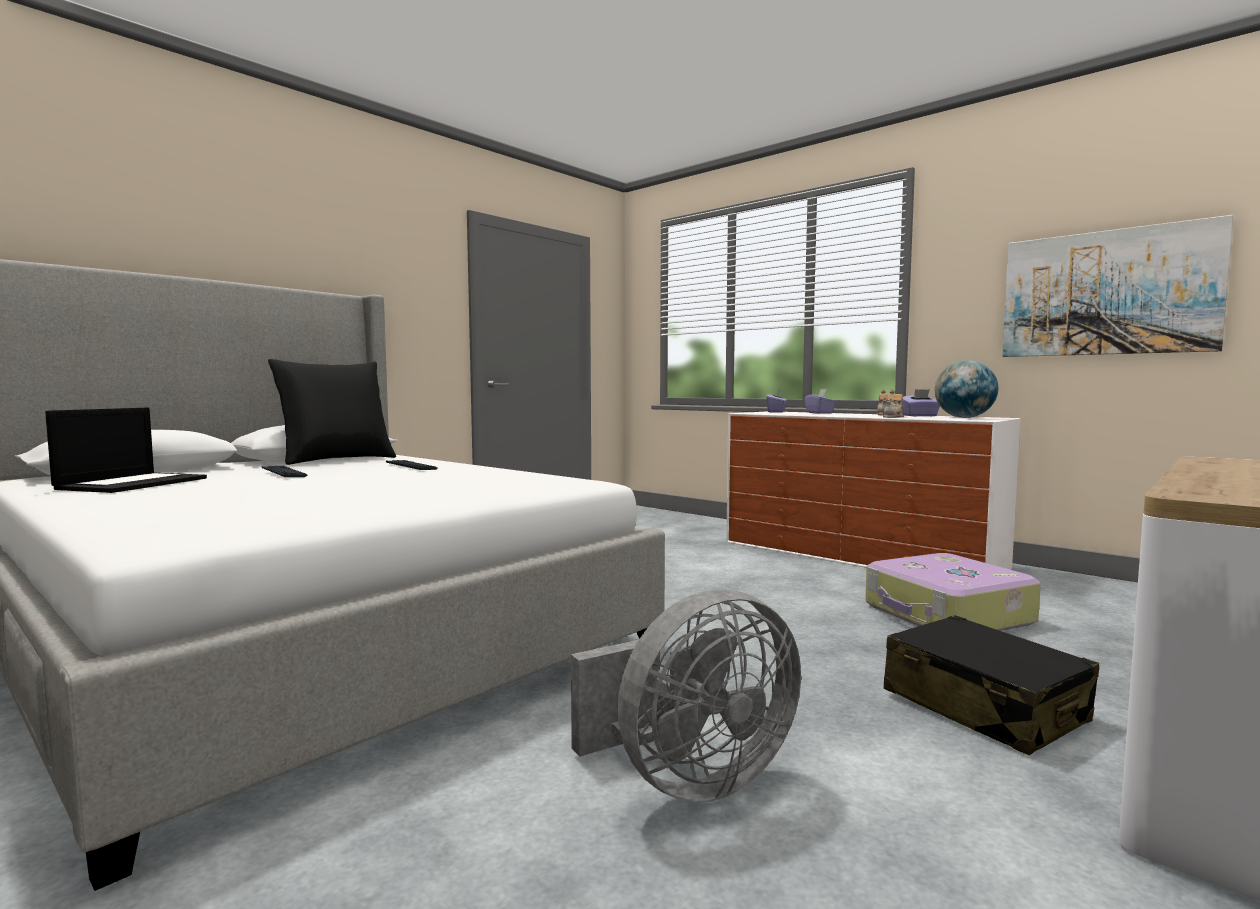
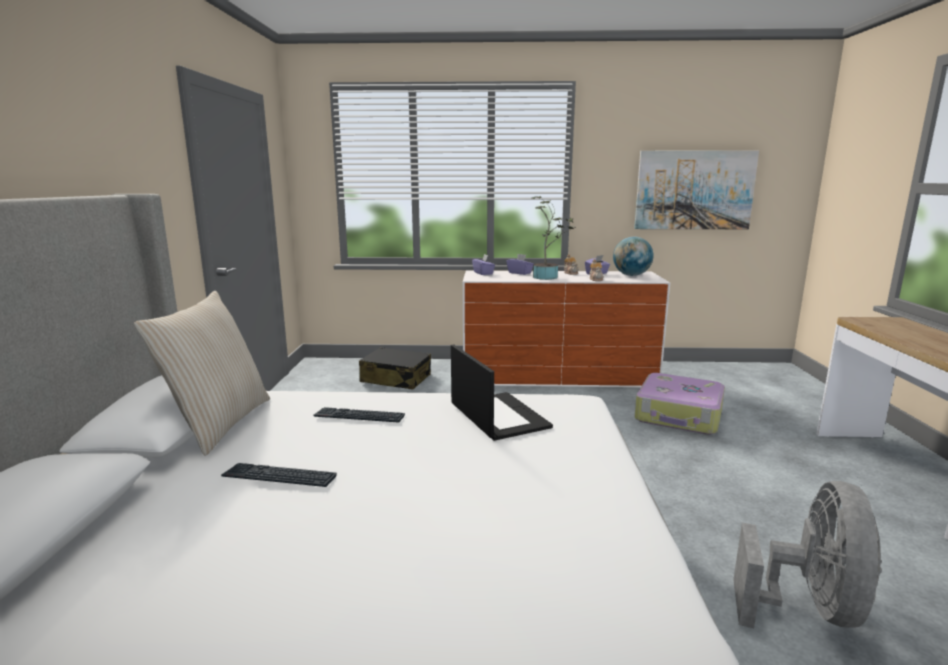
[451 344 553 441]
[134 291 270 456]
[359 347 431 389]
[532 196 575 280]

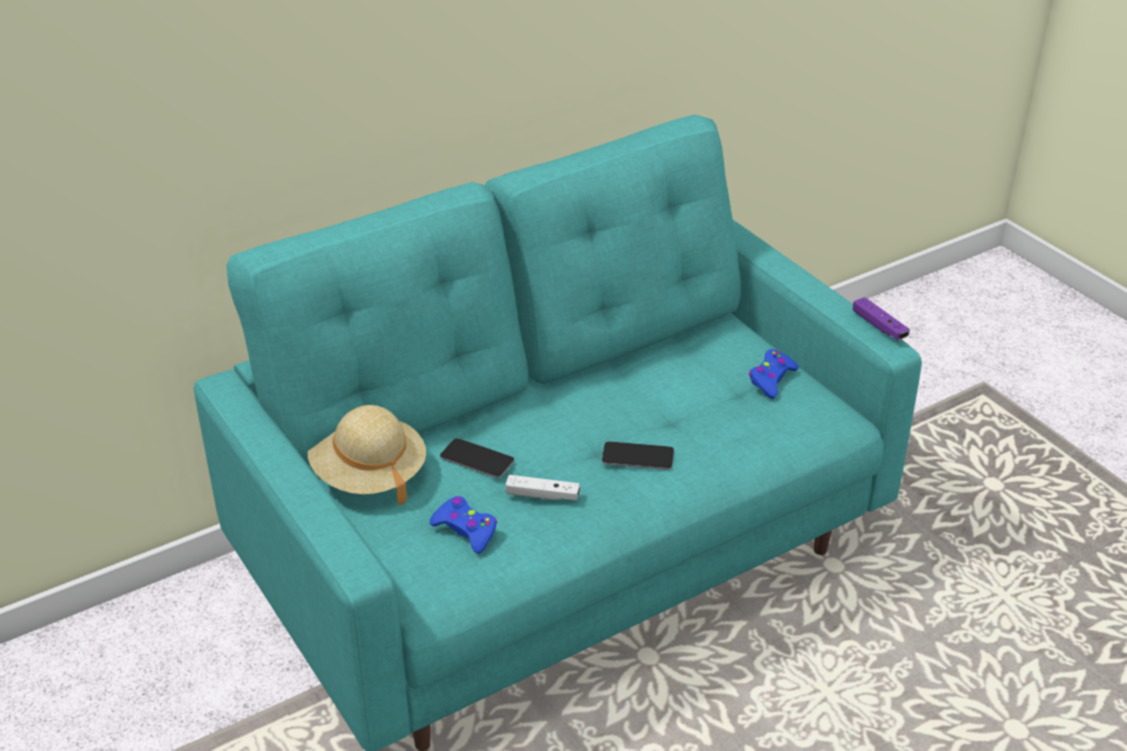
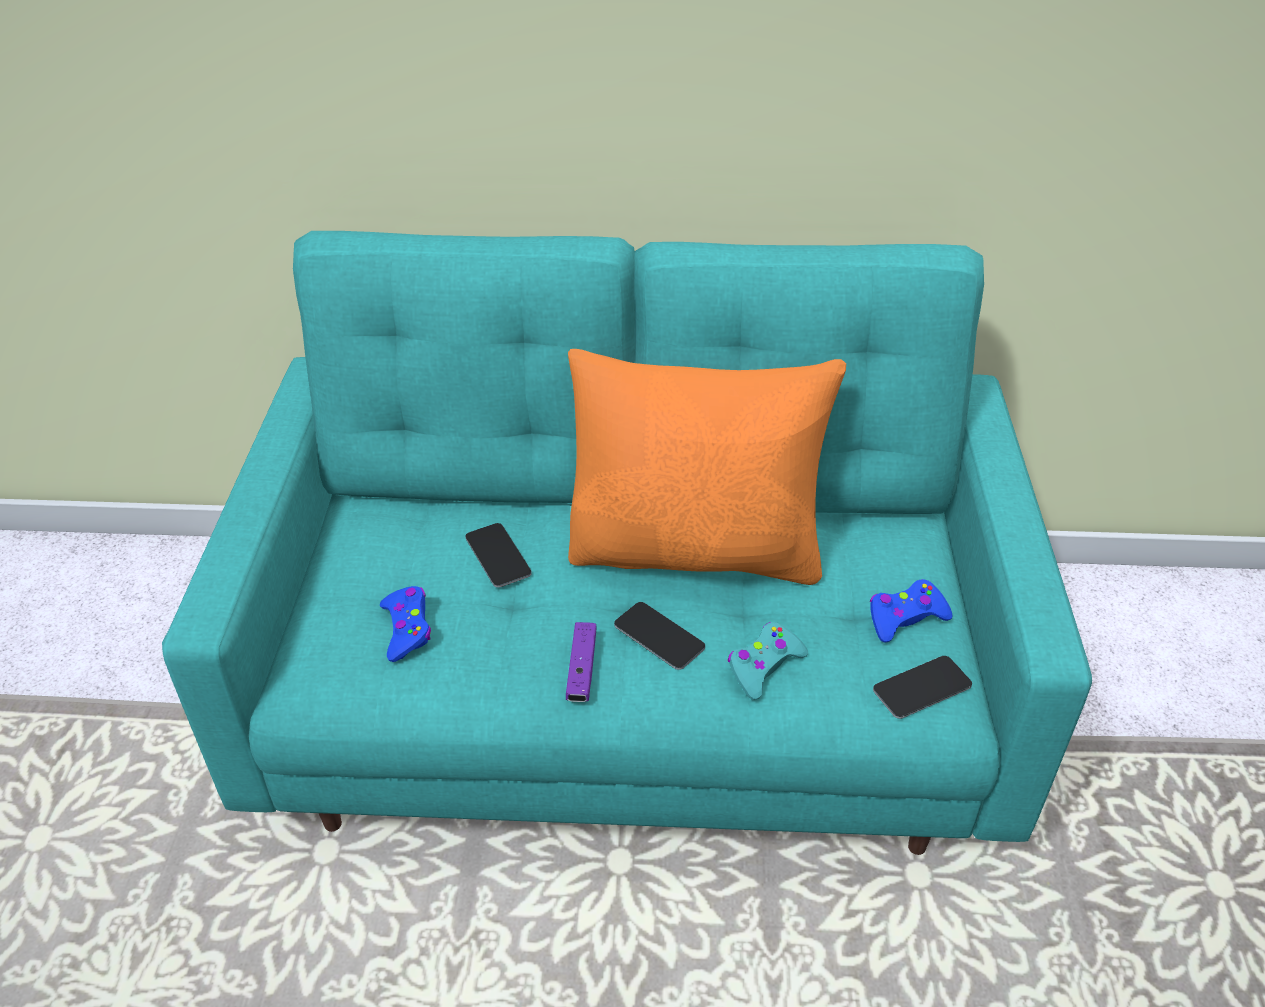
[308 405 426 505] (first image)
[505 475 580 500] (first image)
[566 622 596 702]
[568 349 846 585]
[728 622 808 700]
[873 656 972 719]

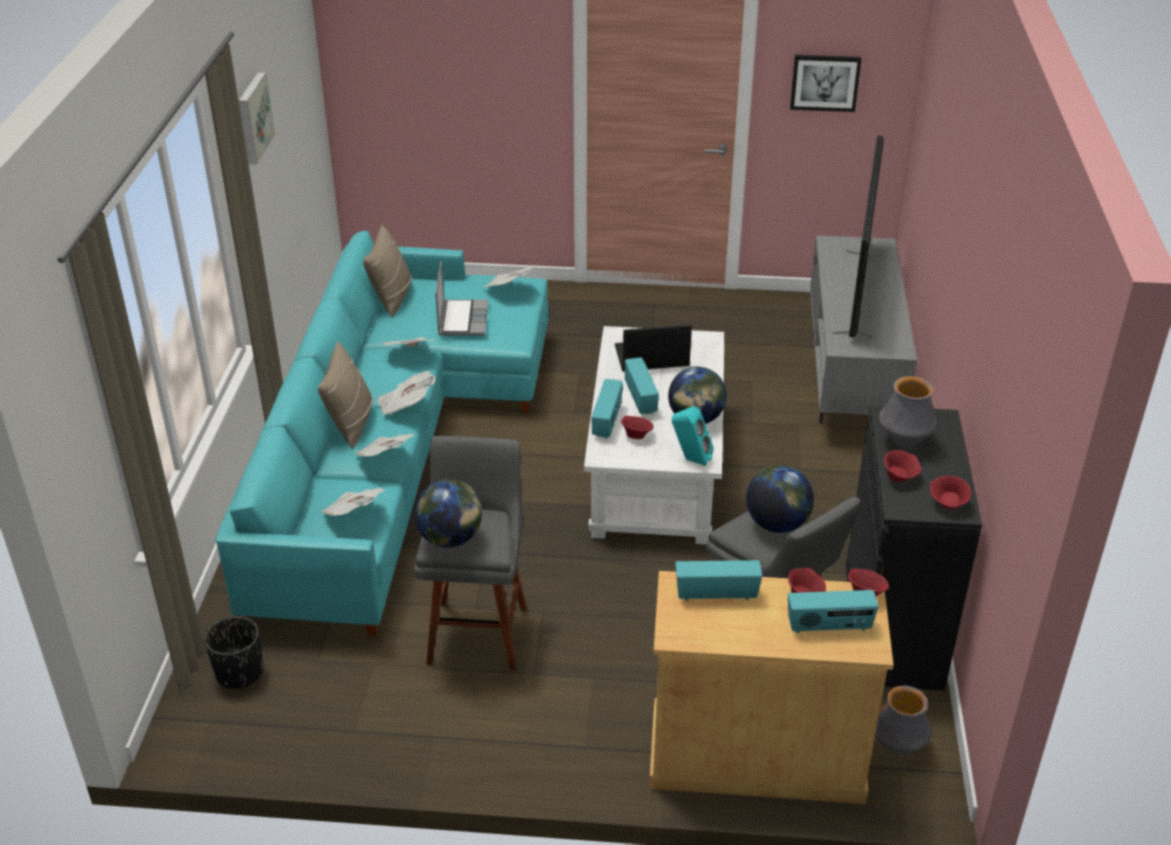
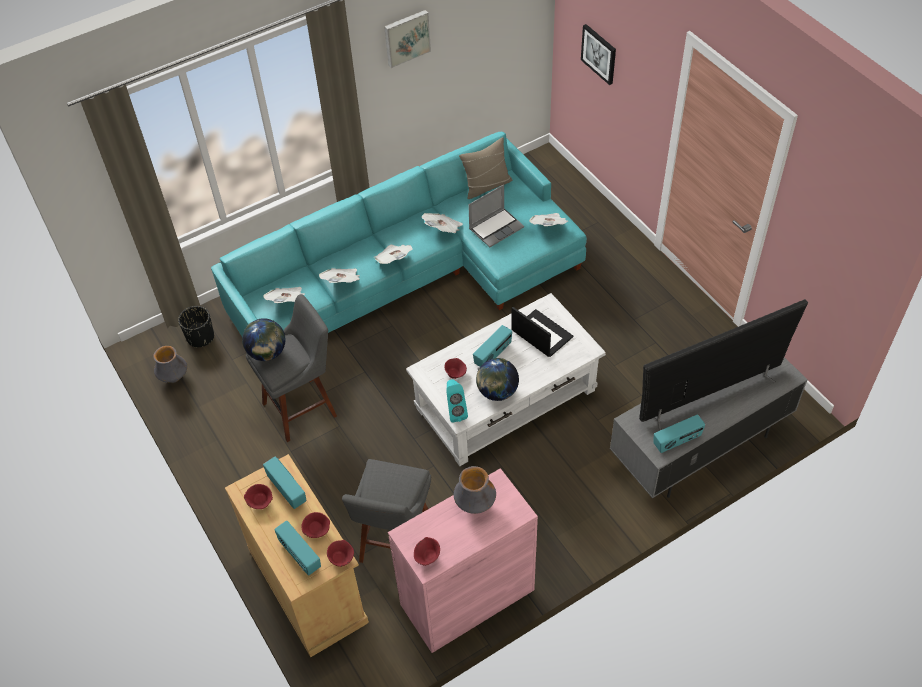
[318 341 373 449] (first image)
[654 414 705 453]
[746 465 814 533] (first image)
[581 24 616 85]
[388 468 538 653]
[153 346 187 383]
[244 484 273 509]

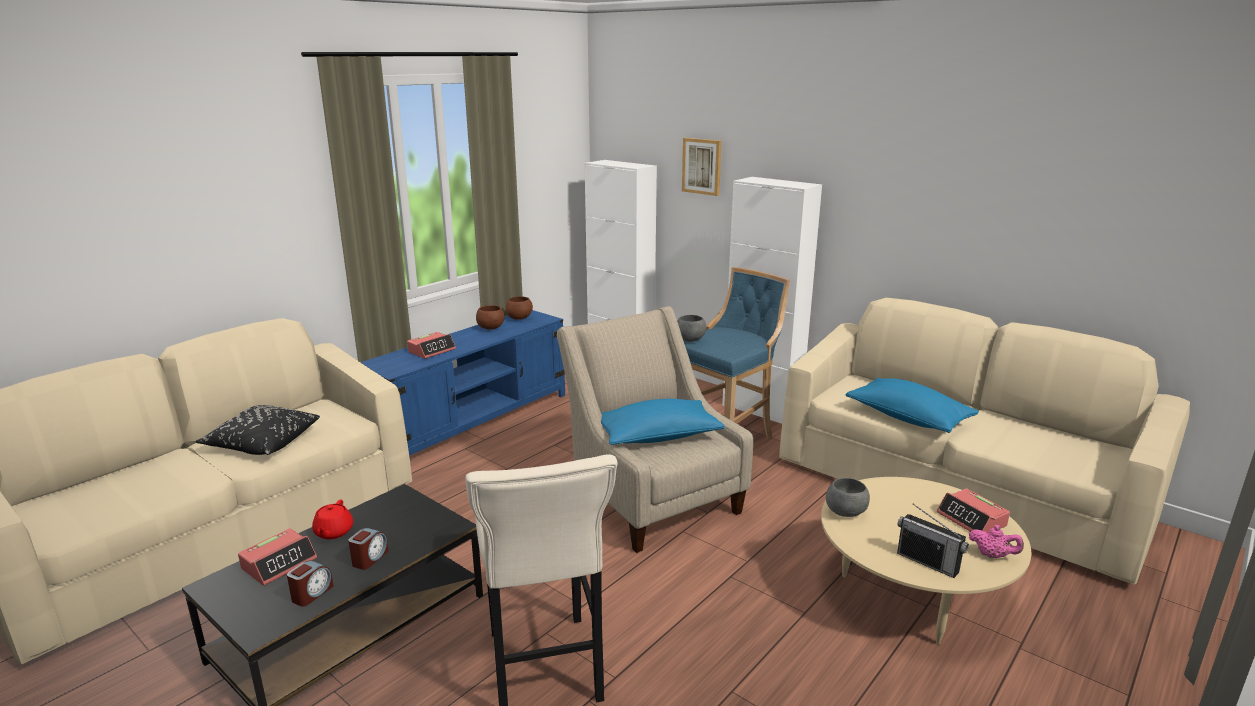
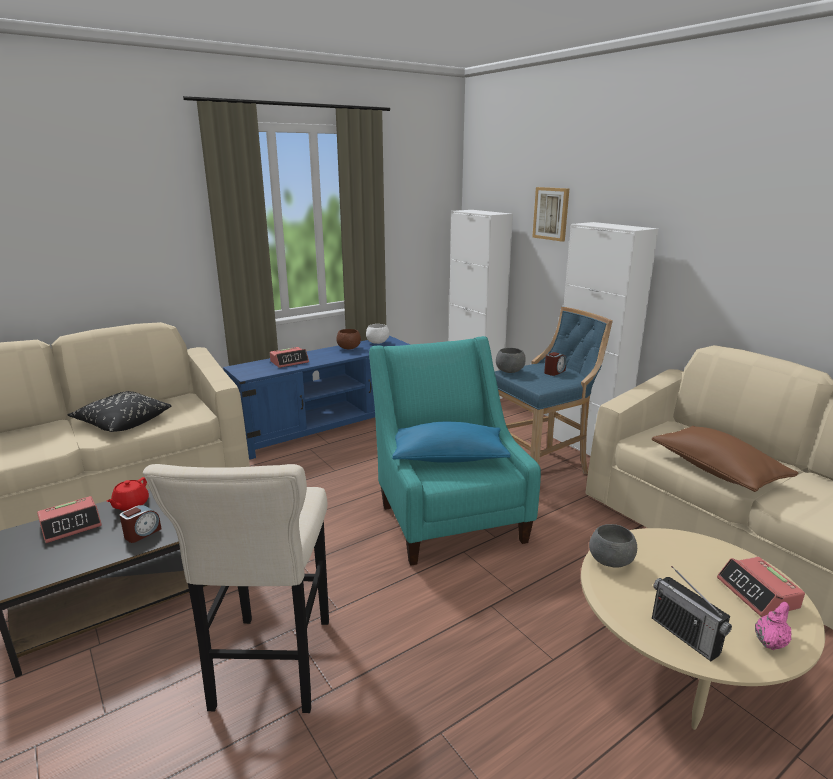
[544 352 566 376]
[366 324 389 344]
[369 336 541 566]
[652 426 799 492]
[755 602 791 650]

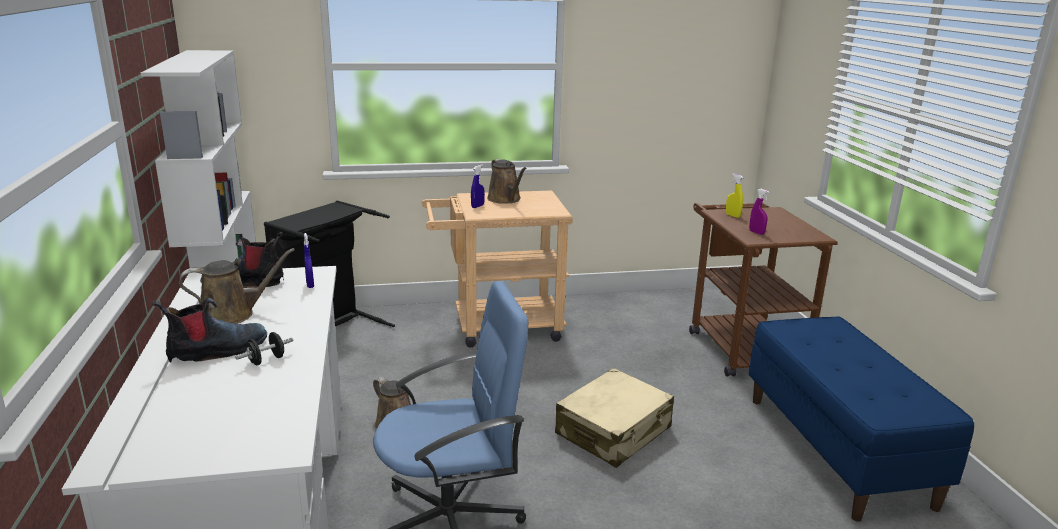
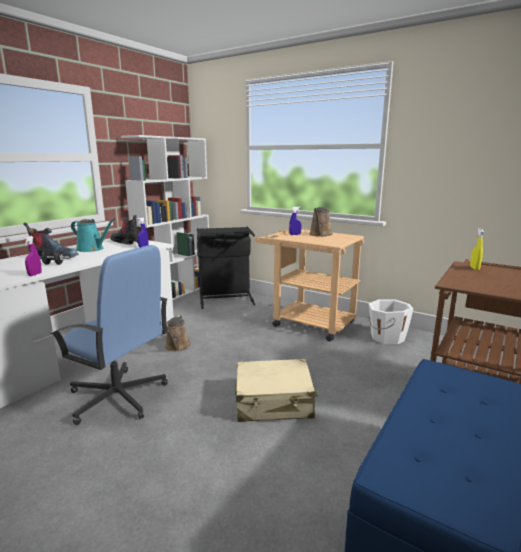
[71 218 115 252]
[23 236 42 276]
[368 299 414 344]

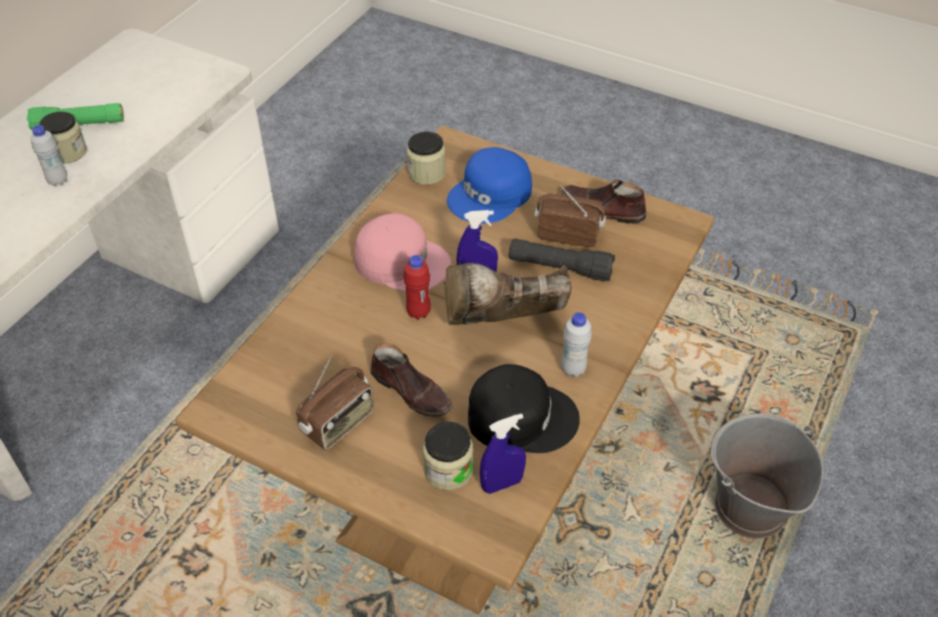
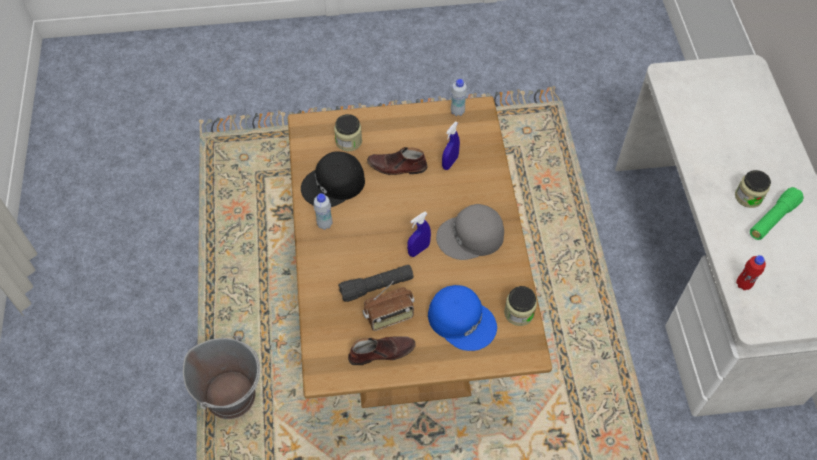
[451 79 467 116]
[296 356 374 450] (first image)
[436 204 504 260]
[736 255 766 290]
[444 263 572 325] (first image)
[428 285 497 351]
[442 121 460 170]

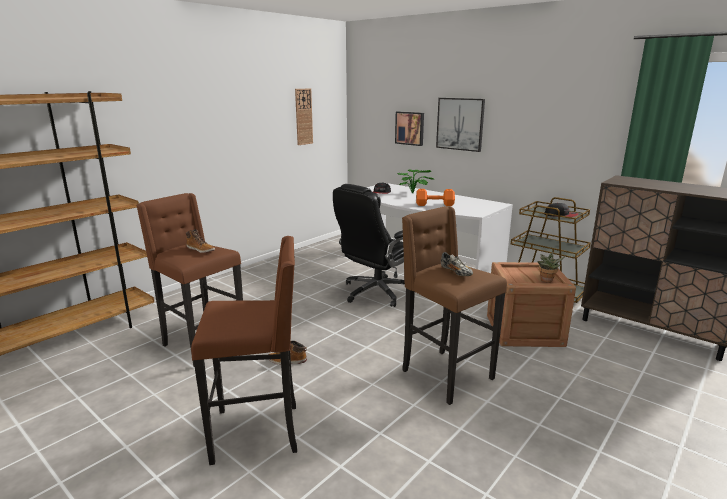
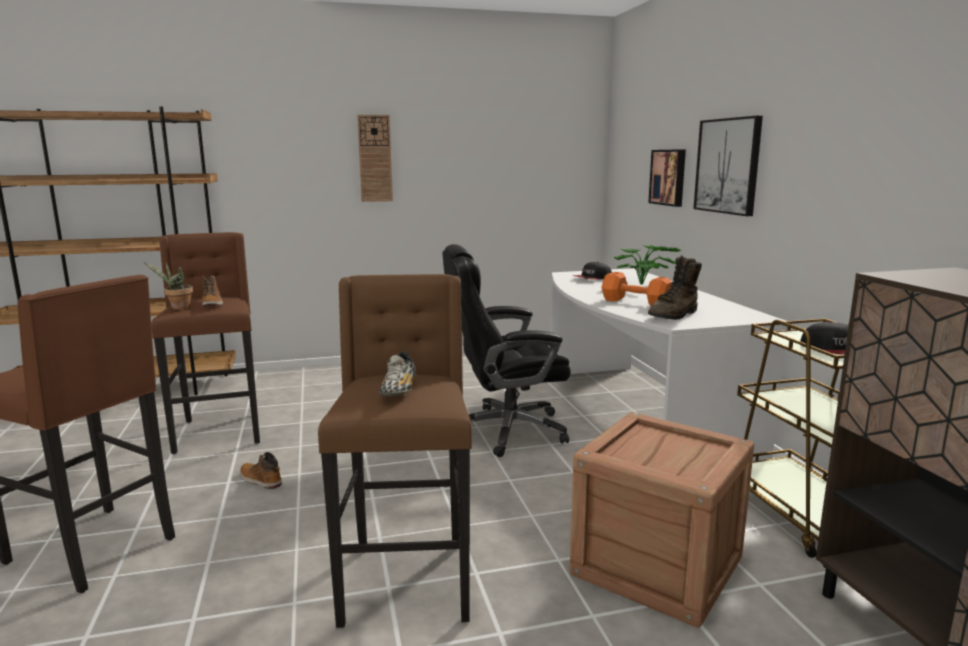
[357 115 393 202]
[144 262 193 310]
[648 255 702 320]

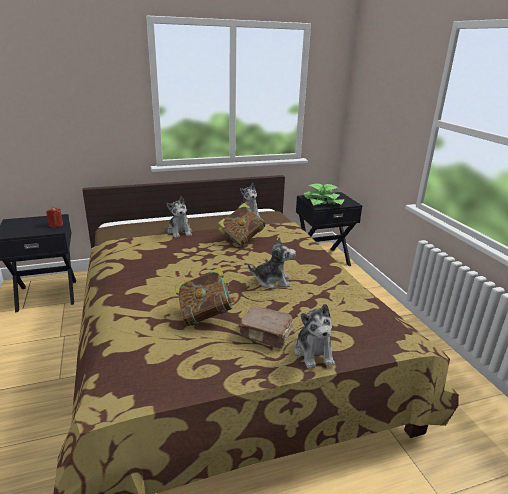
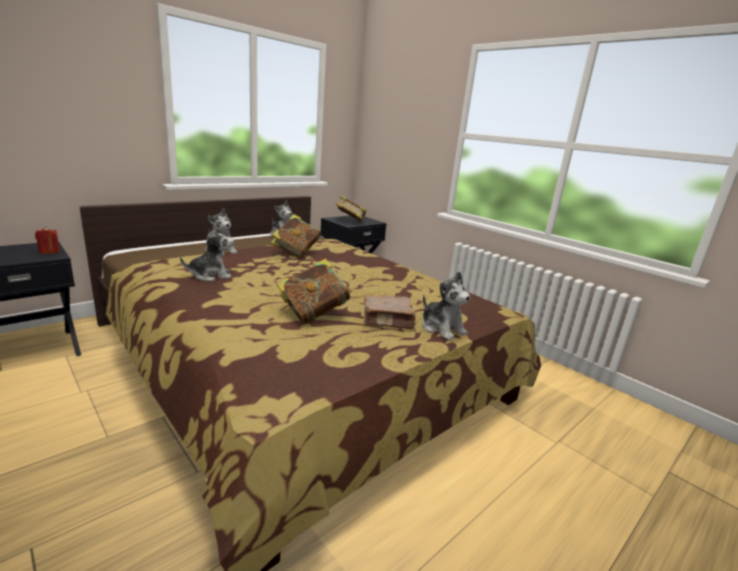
[180 224 234 281]
[336 195 367 221]

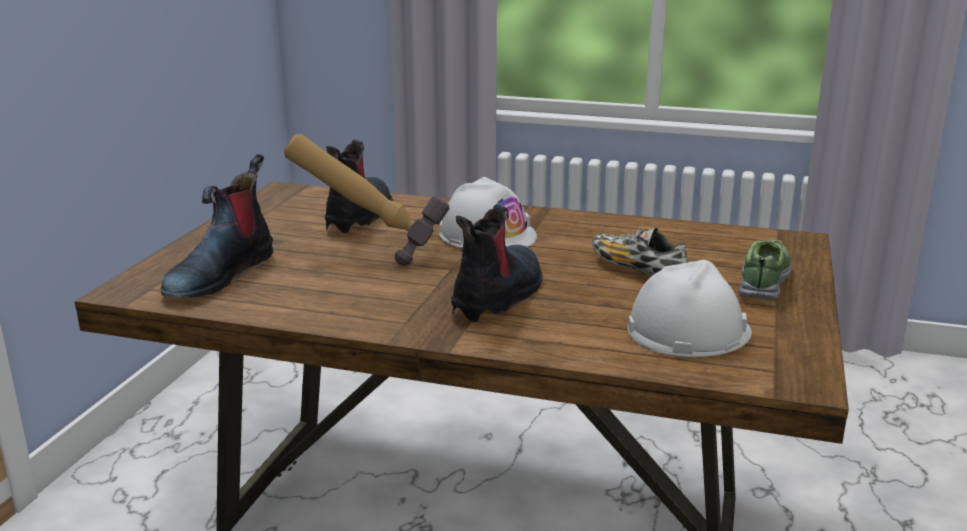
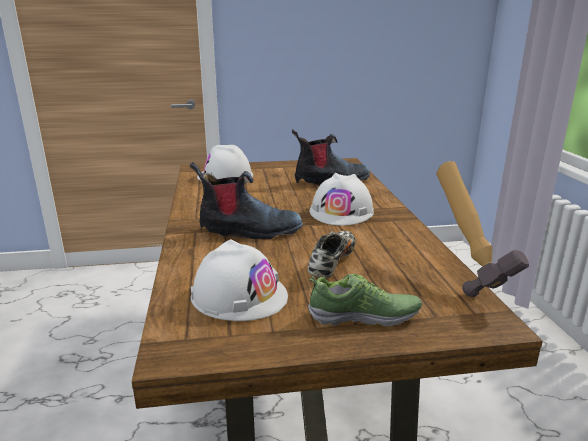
[197 145 253 181]
[436 161 529 297]

